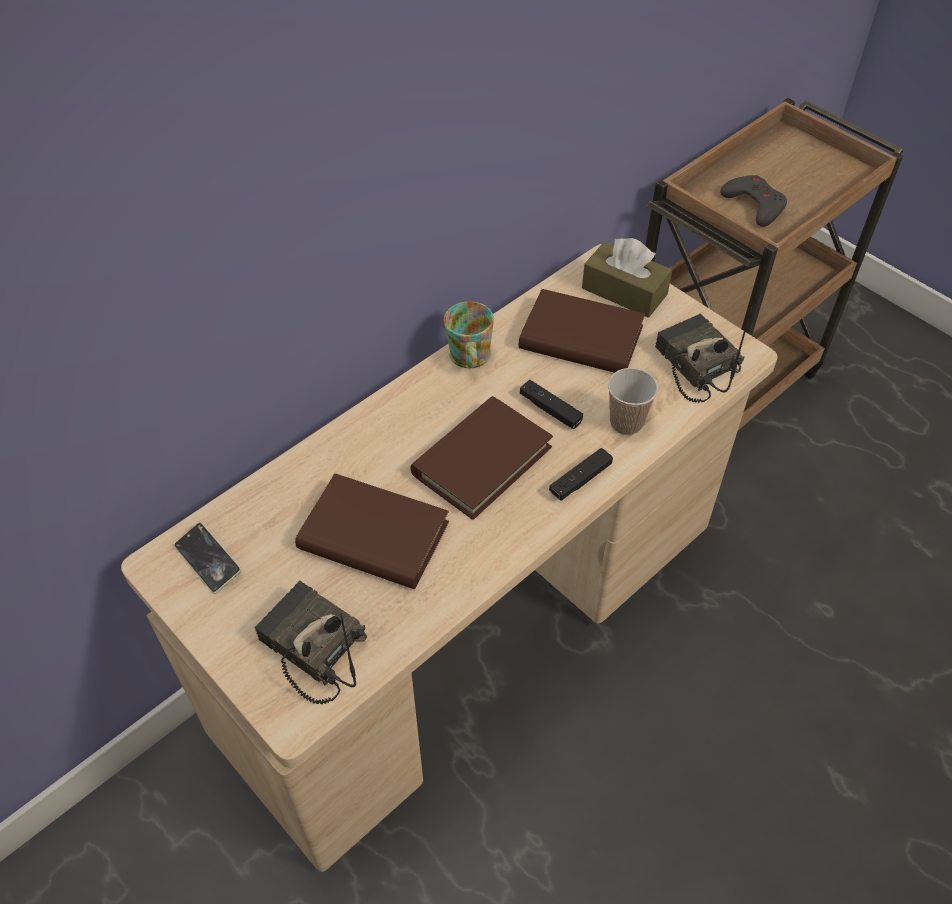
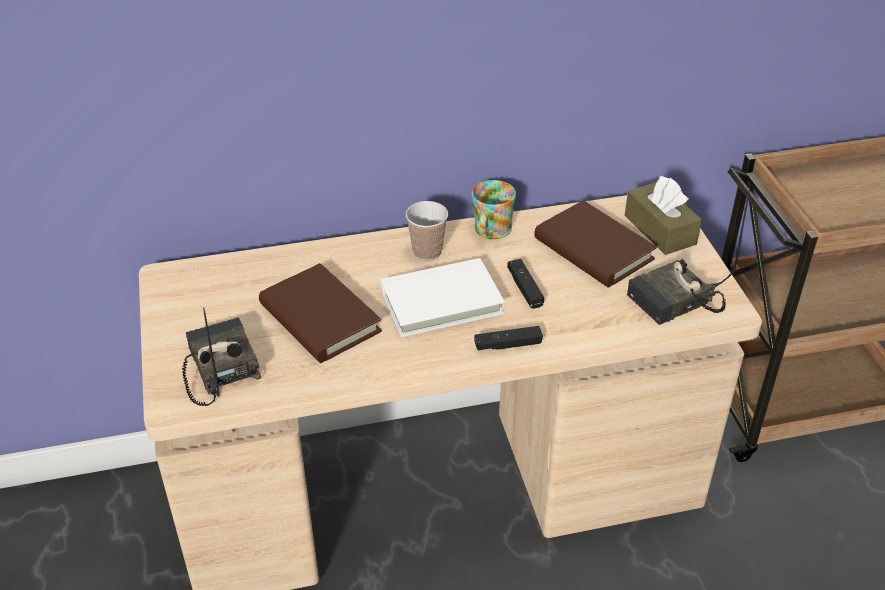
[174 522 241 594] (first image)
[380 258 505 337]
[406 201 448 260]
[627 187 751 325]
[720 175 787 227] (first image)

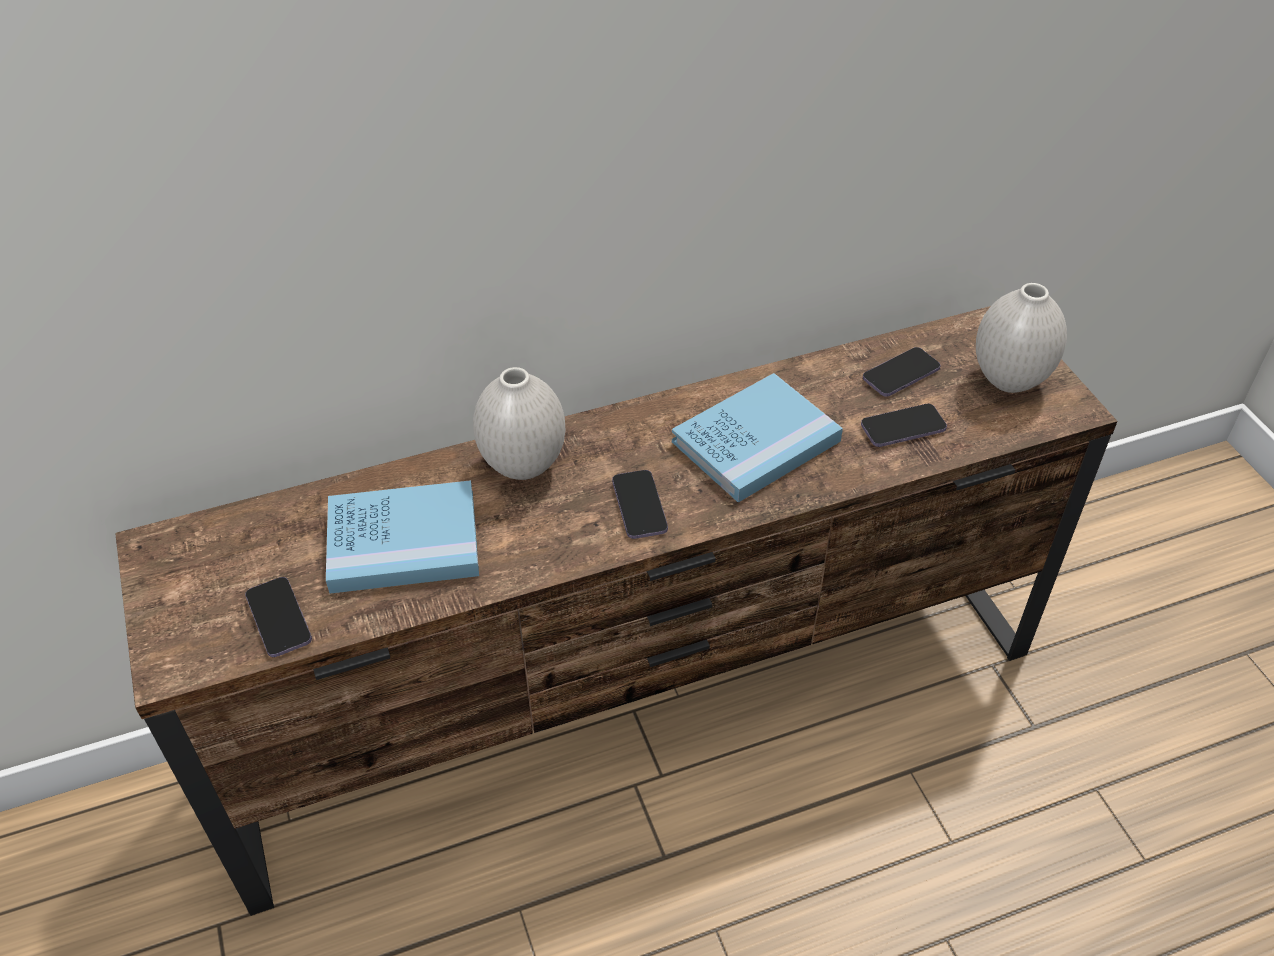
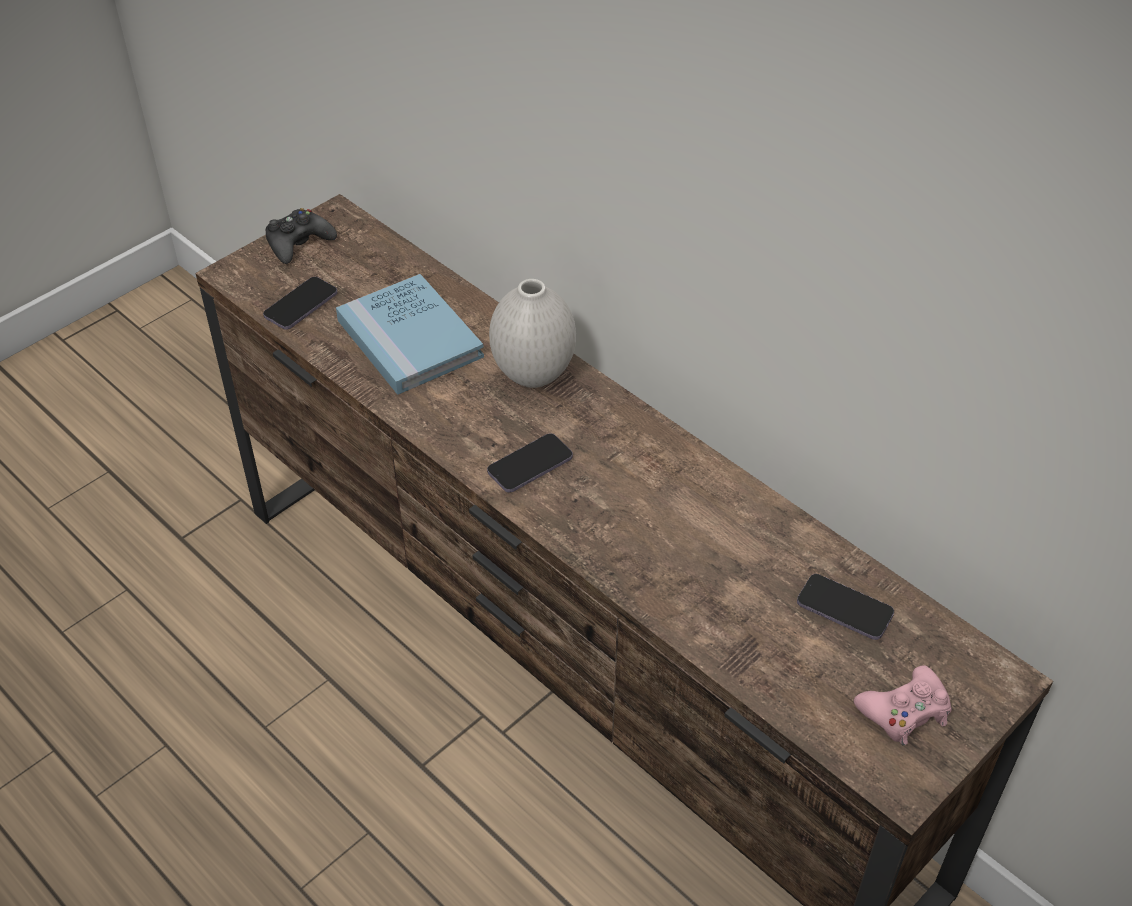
[672 373 843 503] (first image)
[861 404 947 447] (first image)
[854 665 952 746]
[266 208 337 264]

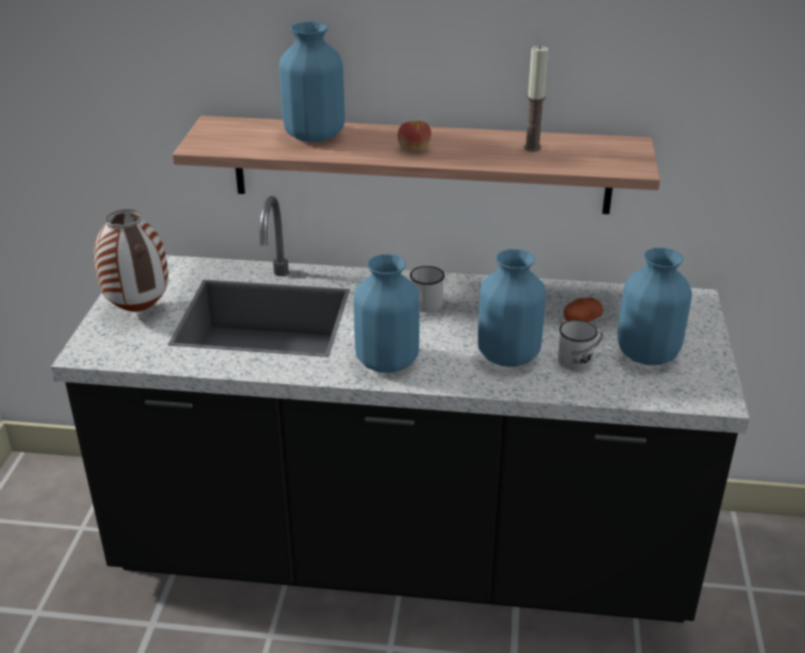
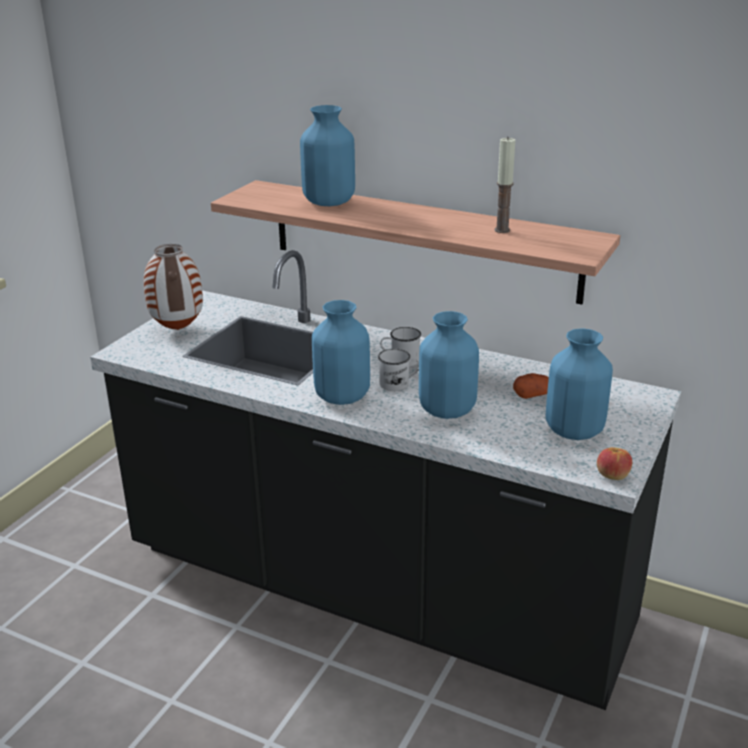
[597 447 632 480]
[378 349 419 391]

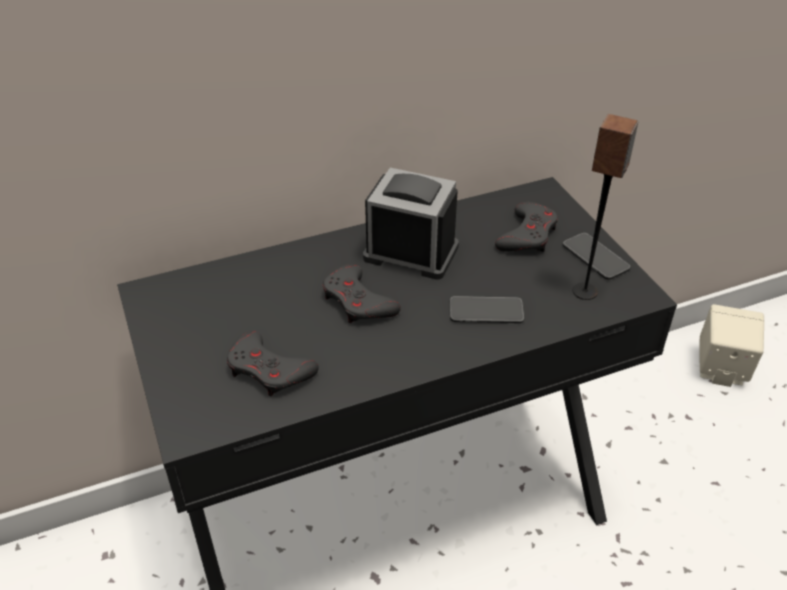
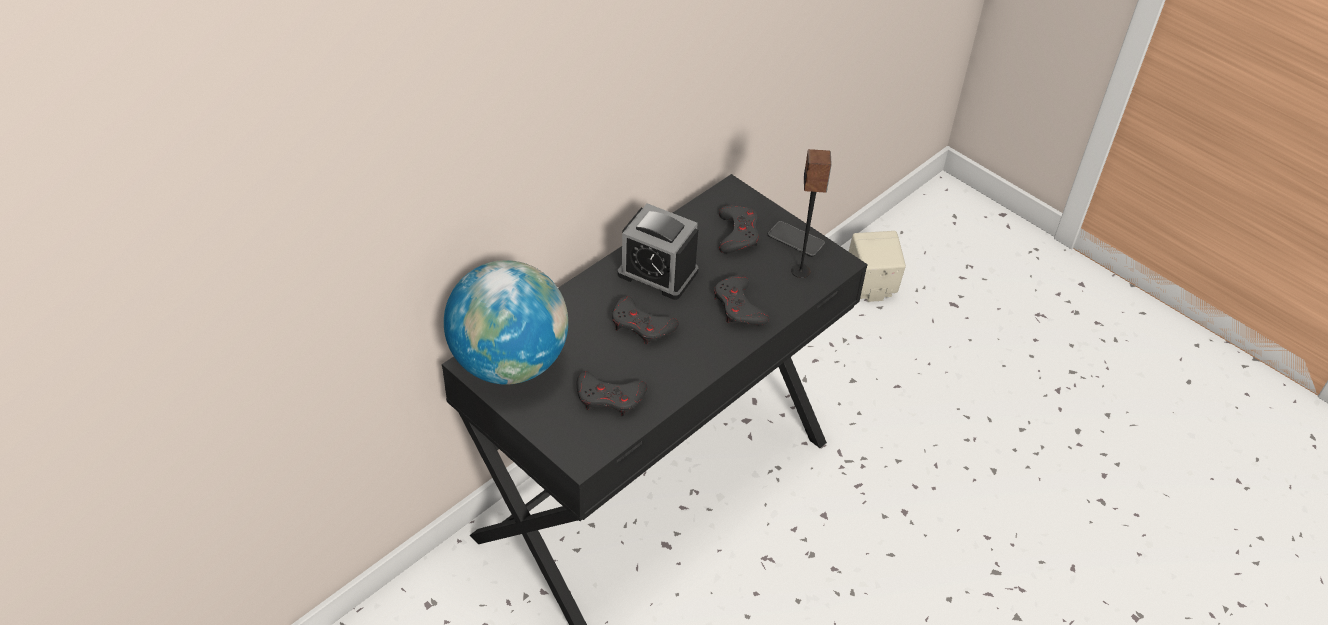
[618 203 698 300]
[714 275 769 325]
[444 260 568 384]

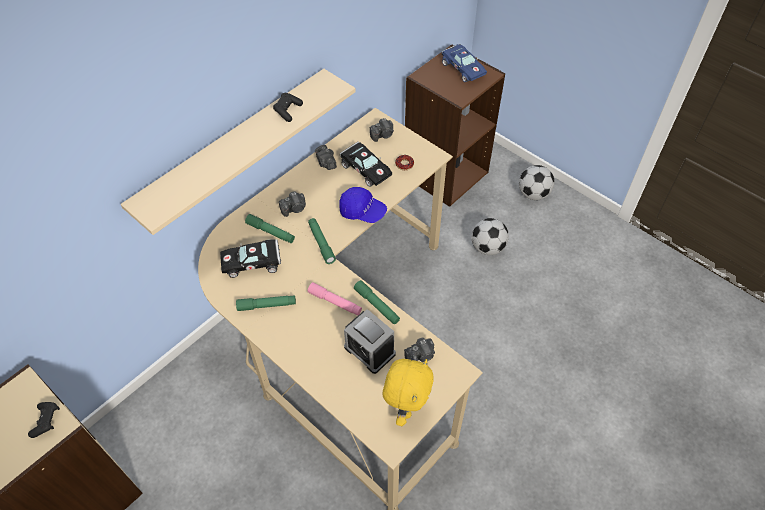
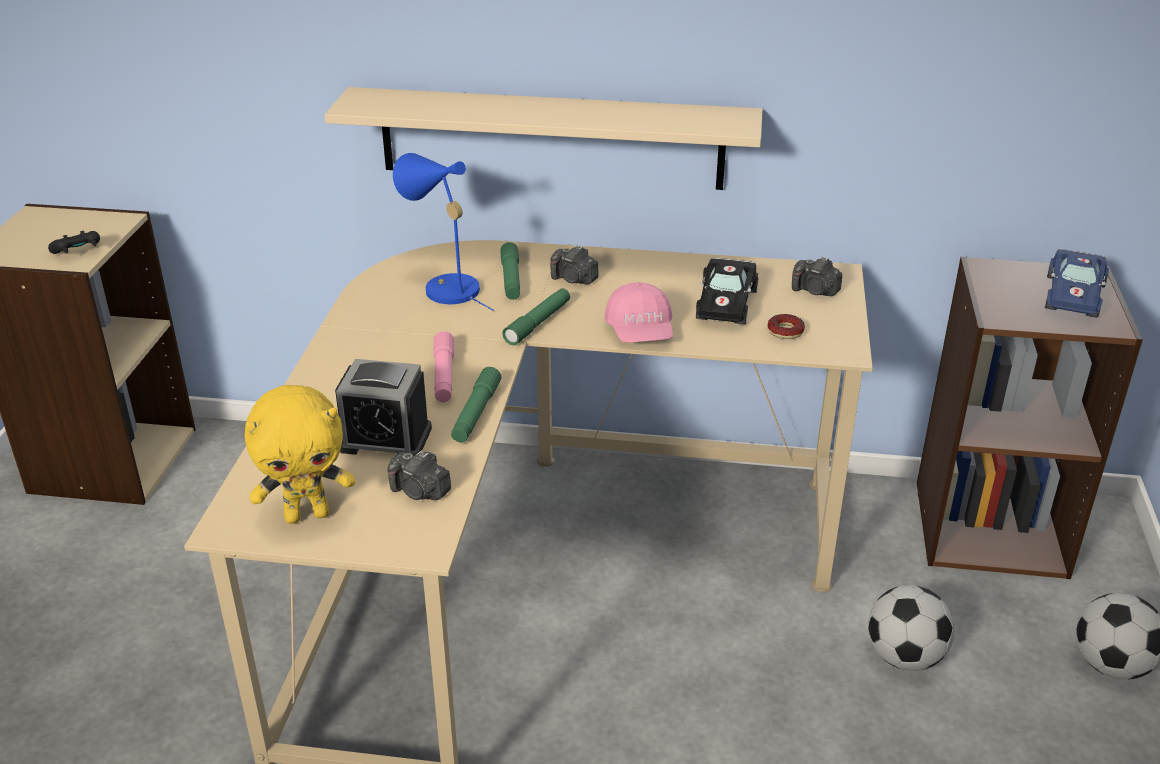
[393 153 494 311]
[236 295 296 311] (first image)
[273 93 303 122] (first image)
[315 145 337 170] (first image)
[604 282 673 343]
[335 359 432 455]

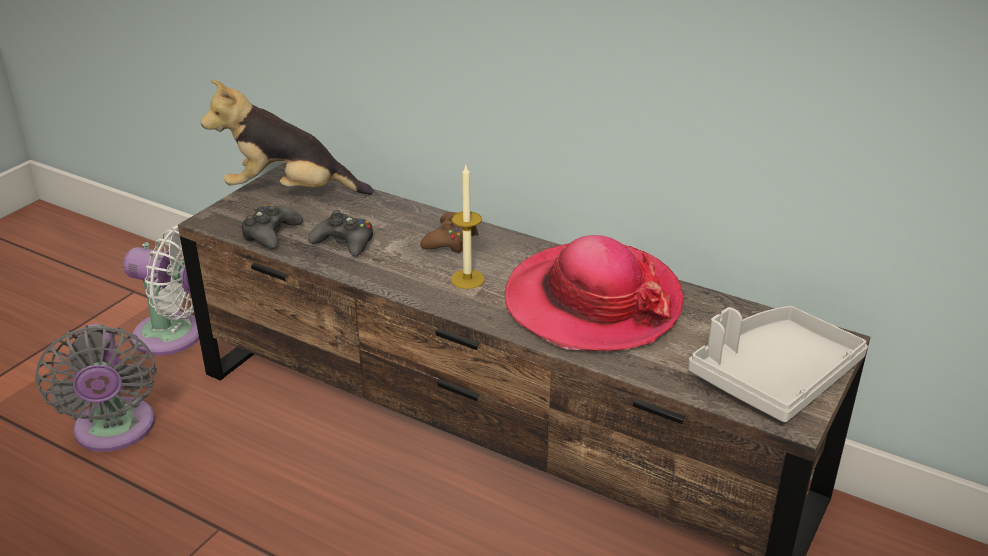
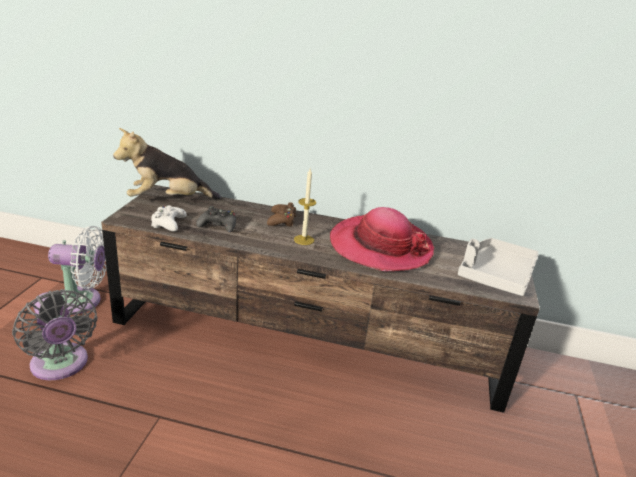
[151 206 187 231]

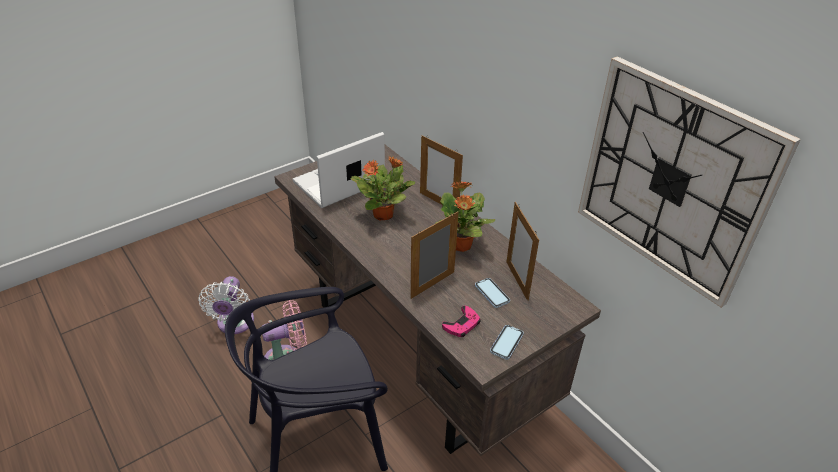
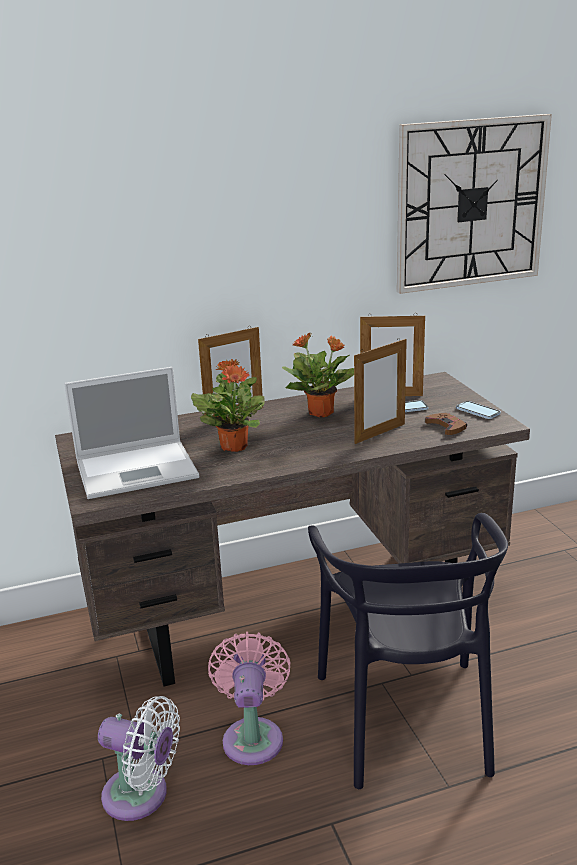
[64 367 199 499]
[354 338 407 444]
[425 413 467 435]

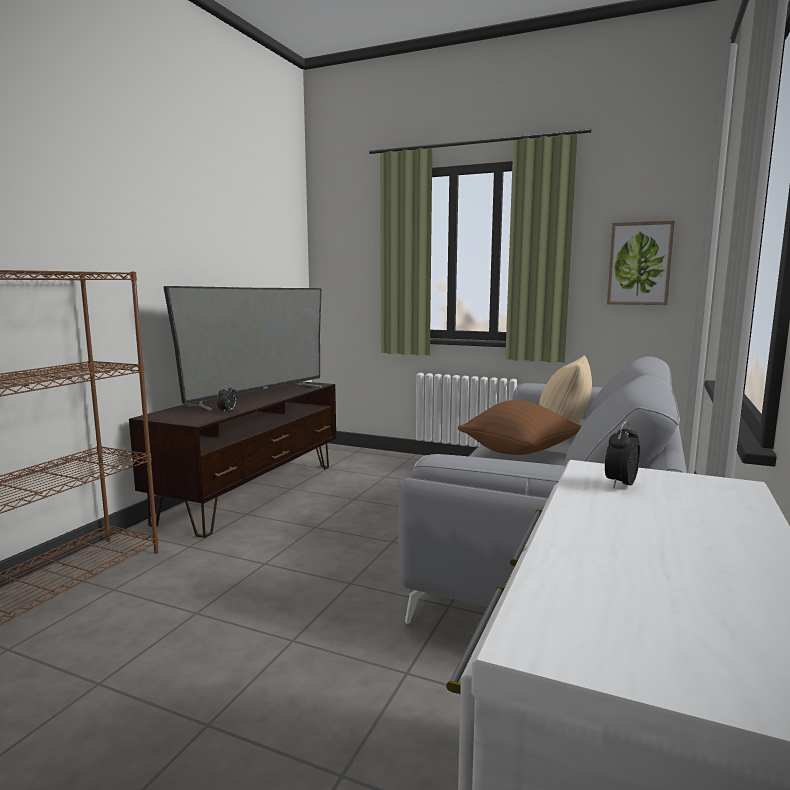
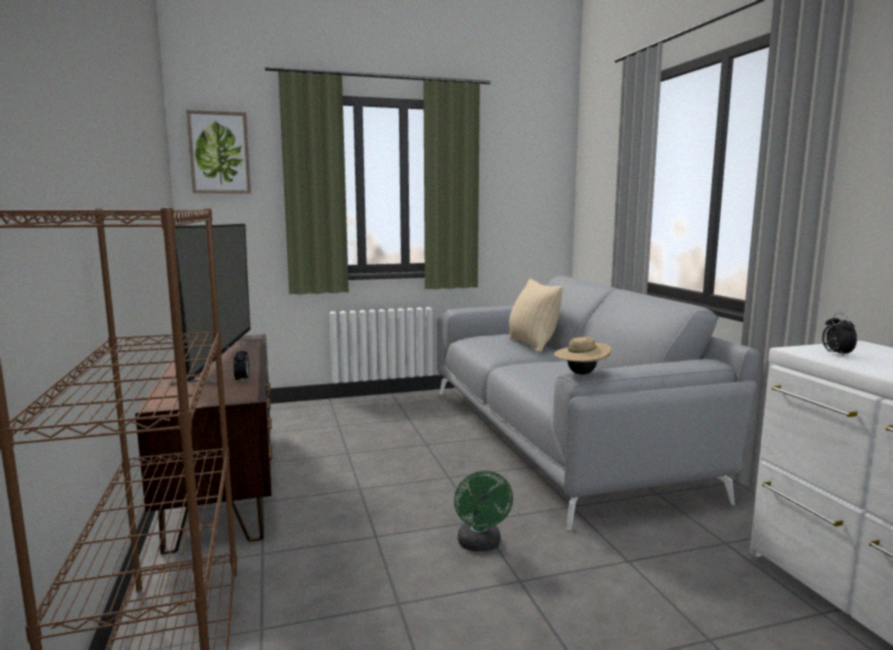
[458 400 581 455] (first image)
[186 110 251 194]
[454 471 513 552]
[554 334 611 375]

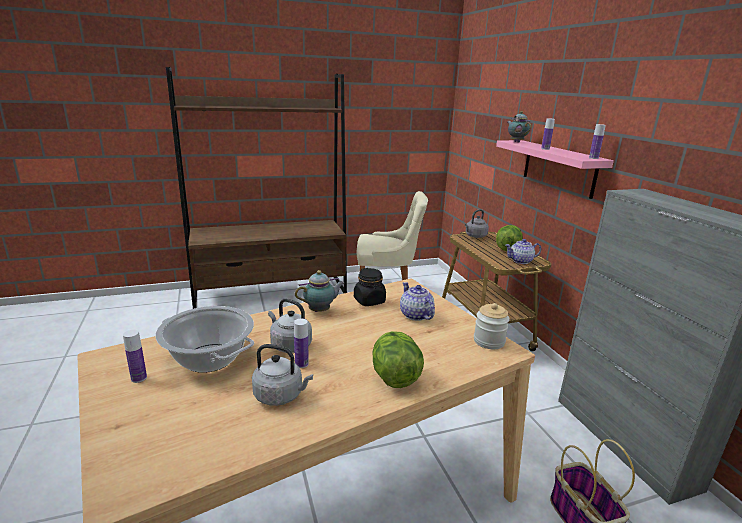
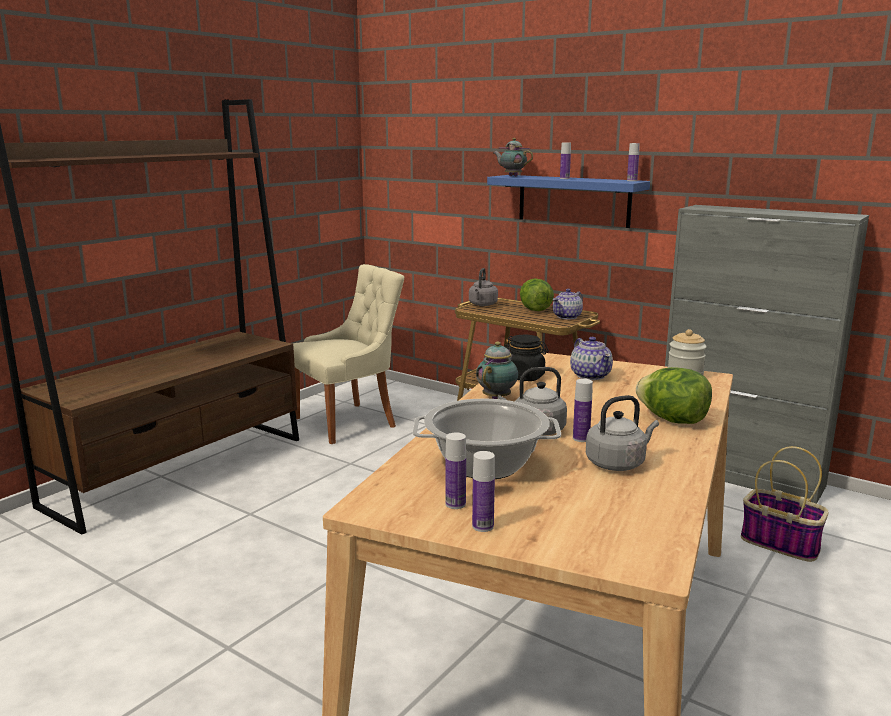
[570 337 613 380]
[487 175 650 228]
[472 451 495 532]

